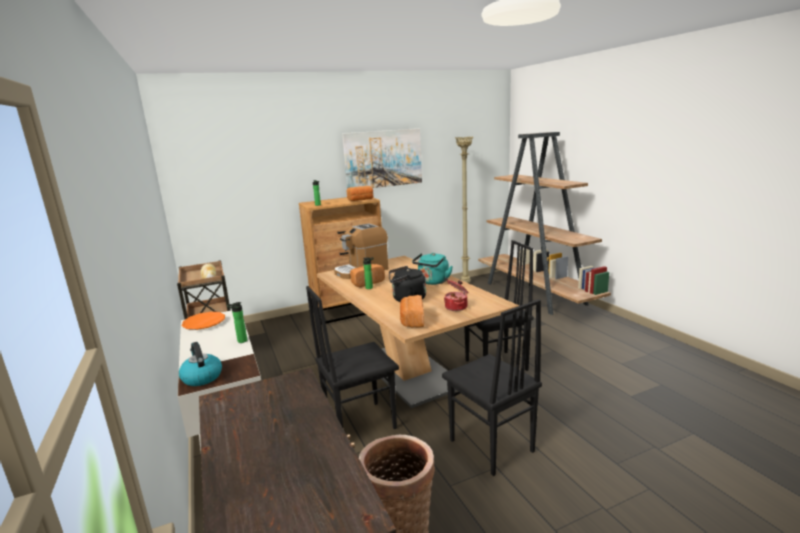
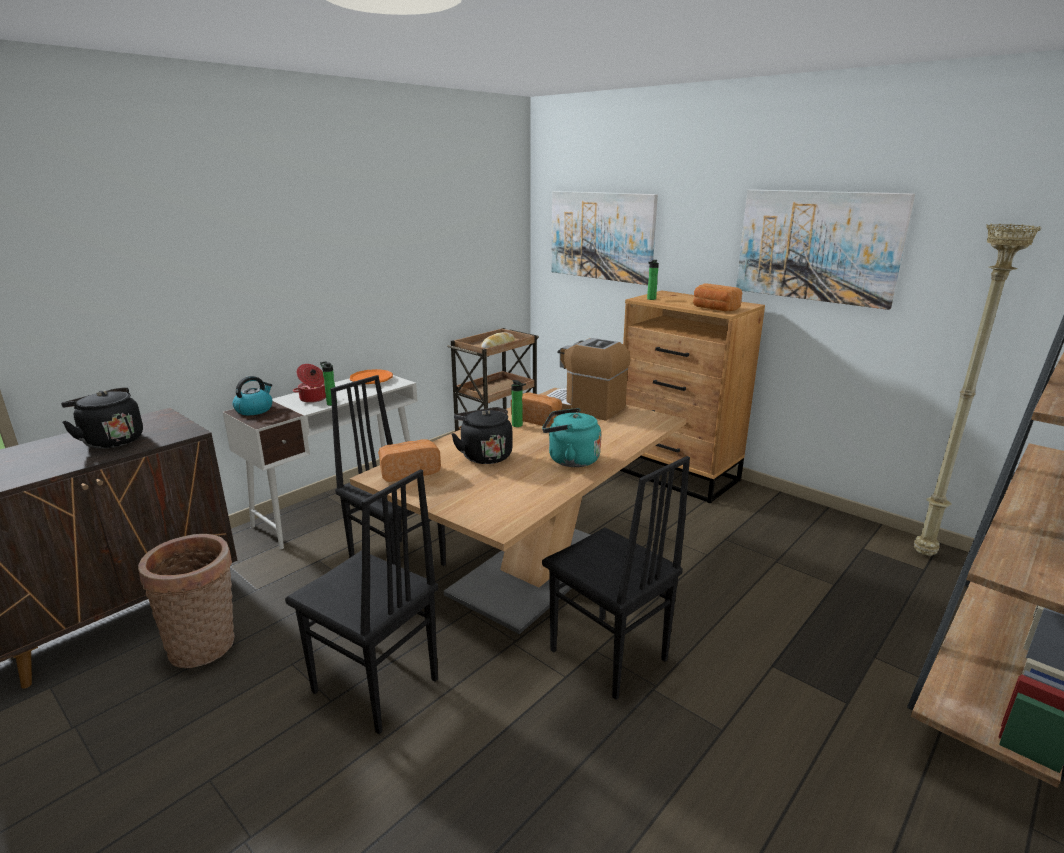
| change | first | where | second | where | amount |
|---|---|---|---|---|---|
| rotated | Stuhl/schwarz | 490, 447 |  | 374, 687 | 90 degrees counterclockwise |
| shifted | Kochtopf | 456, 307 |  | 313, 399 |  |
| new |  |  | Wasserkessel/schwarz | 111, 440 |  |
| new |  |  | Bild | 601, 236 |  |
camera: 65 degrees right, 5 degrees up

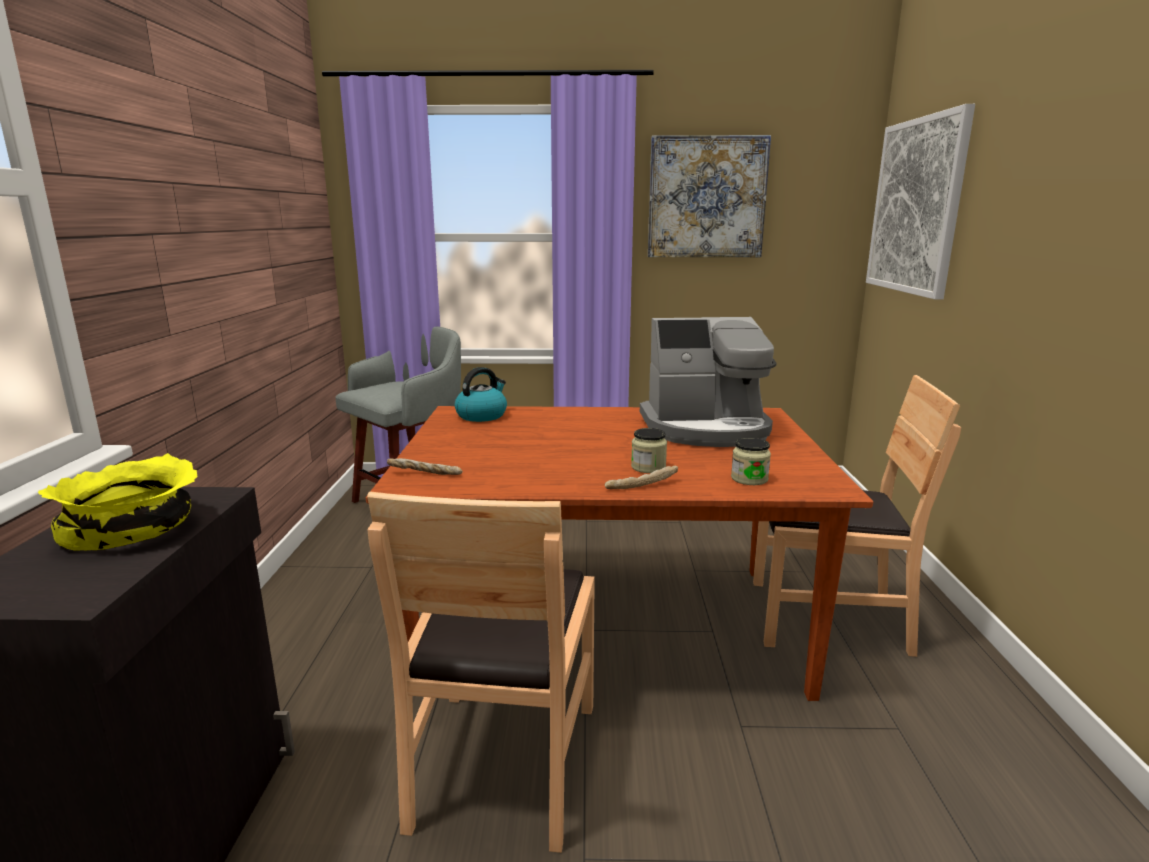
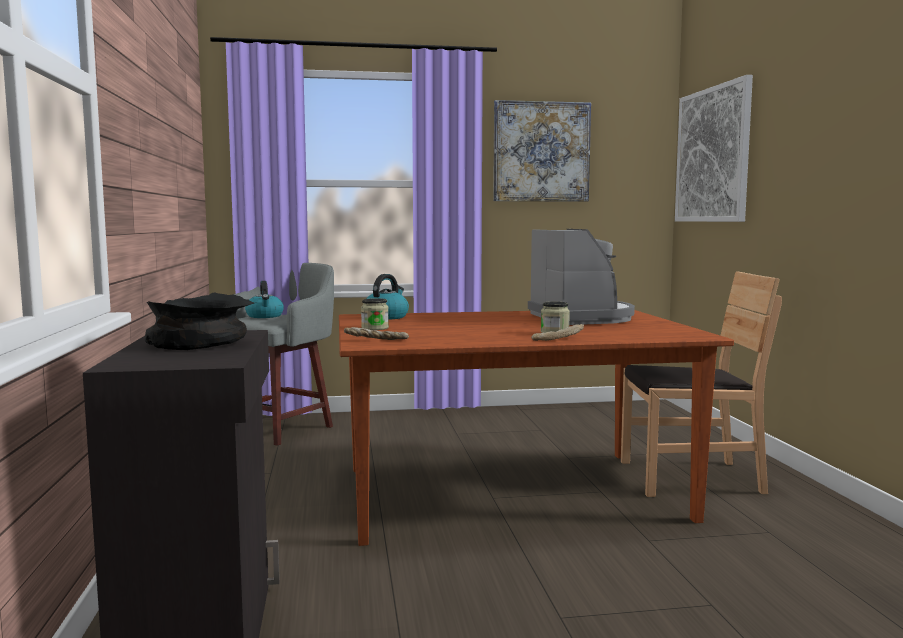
| change | first | where | second | where | amount |
|---|---|---|---|---|---|
| repainted | Schüssel/gelb | 134, 528 | Schüssel/schwarz | 202, 343 |  |
| gone | Stuhl/braun | 503, 761 |  |  |  |
| rotated | Kaffeemaschine | 706, 429 |  | 582, 317 | 90 degrees counterclockwise |
| shifted | Vorratsglas | 749, 479 |  | 375, 328 |  |
| new |  |  | Wasserkessel | 265, 316 |  |
camera: 10 degrees left, 10 degrees down

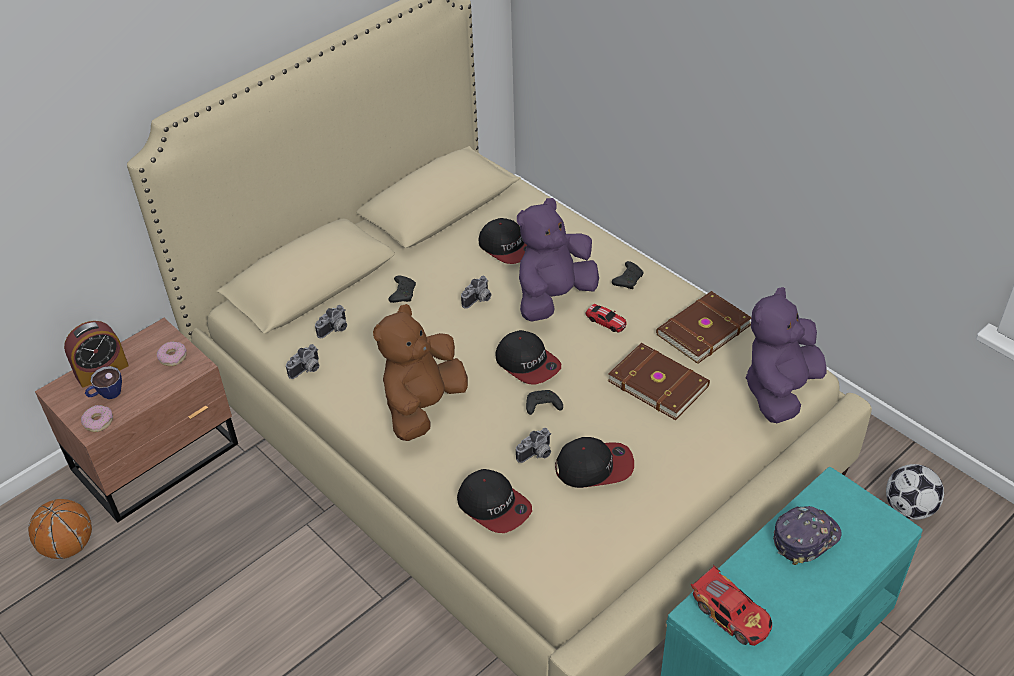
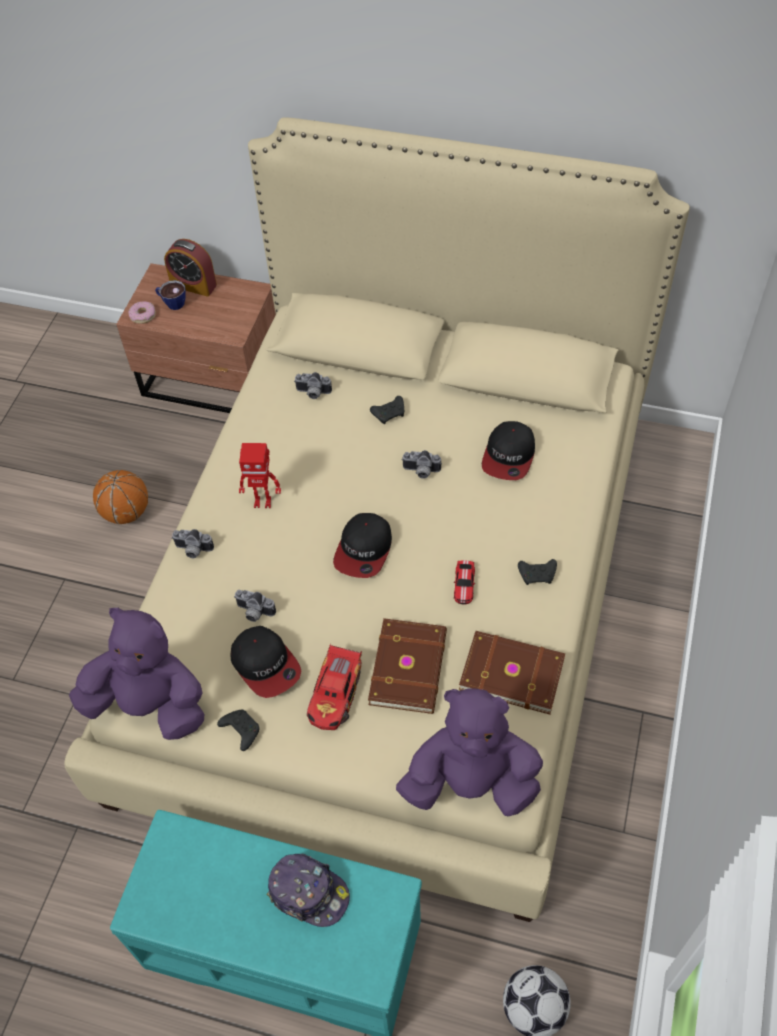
| change | first | where | second | where | amount |
|---|---|---|---|---|---|
| shifted | Basketball | 68, 546 |  | 126, 512 |  |
| gone | Donut | 173, 357 |  |  |  |
| shifted | Kamera | 307, 370 |  | 193, 550 |  |
| swapped | Plüschtier/braun | 423, 407 | Spielzeugroboter | 263, 501 |  |
| gone | Kappe | 494, 506 |  |  |  |
| shifted | Plüschtier/lila | 553, 297 |  | 150, 704 |  |
| shifted | Gamepad/schwarz | 542, 407 |  | 240, 730 |  |
| shifted | Spielzeugauto | 732, 614 |  | 336, 694 |  |
camera: 60 degrees right, 10 degrees up

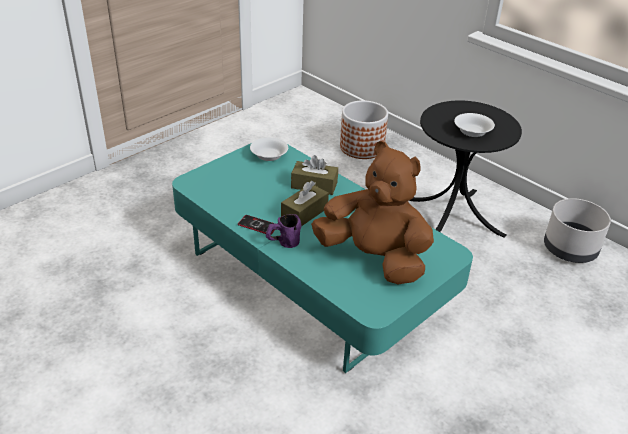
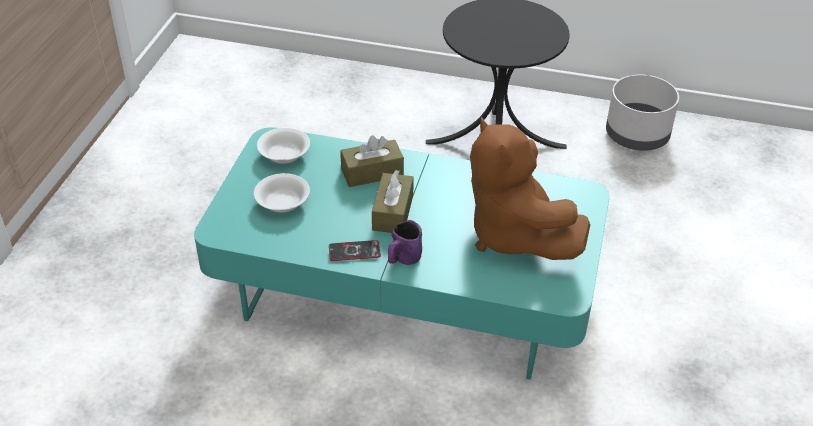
| change | first | where | second | where | amount |
|---|---|---|---|---|---|
| rotated | Plüschtier/braun | 373, 258 |  | 513, 235 | 120 degrees counterclockwise |
| gone | Pflanzkübel | 362, 147 |  |  |  |
| shifted | Schüssel/weiß | 472, 132 |  | 283, 203 |  |
camera: 30 degrees left, 5 degrees up

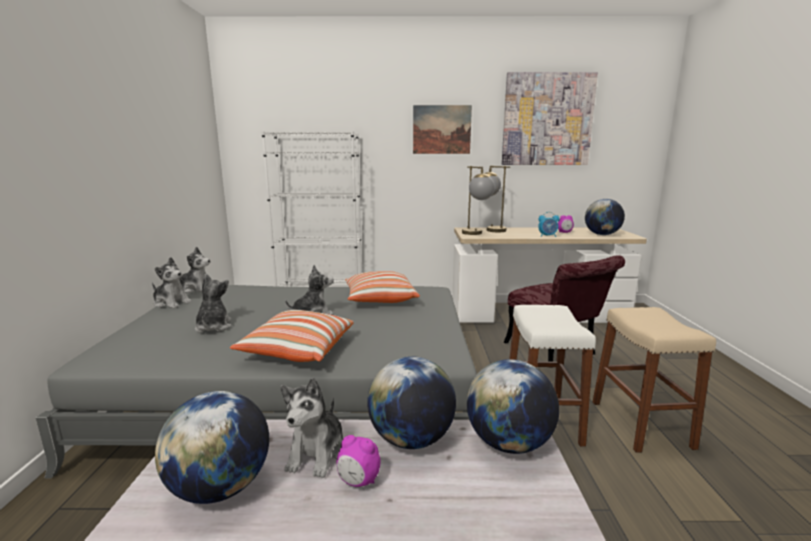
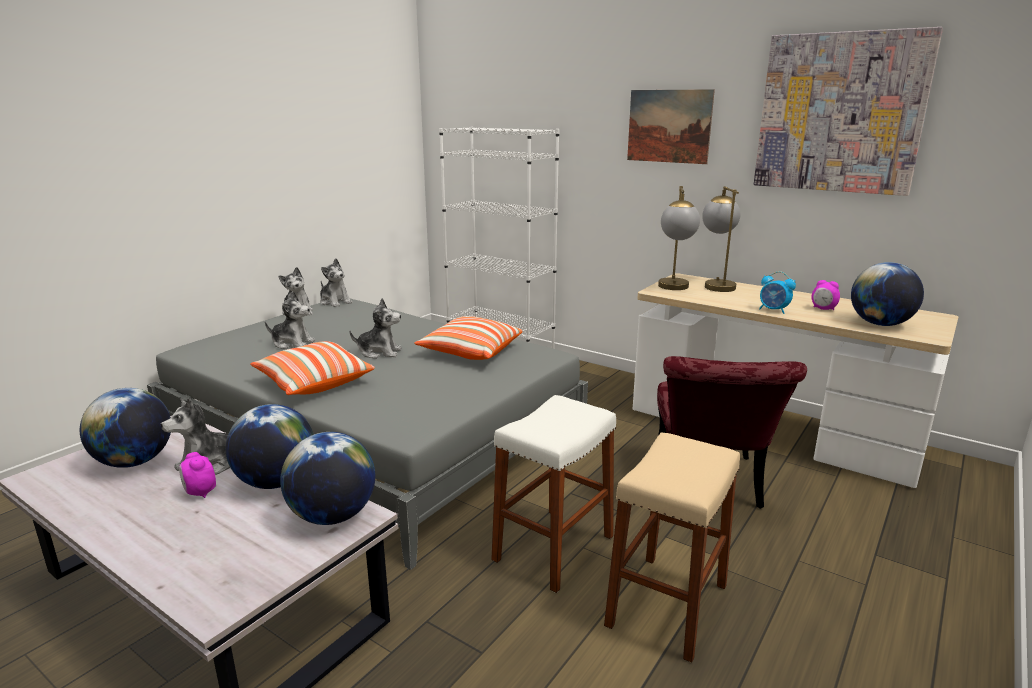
| change | first | where | second | where | amount |
|---|---|---|---|---|---|
| rotated | Plüschtier | 213, 327 |  | 292, 343 | 75 degrees clockwise |
camera: 35 degrees right, 5 degrees up

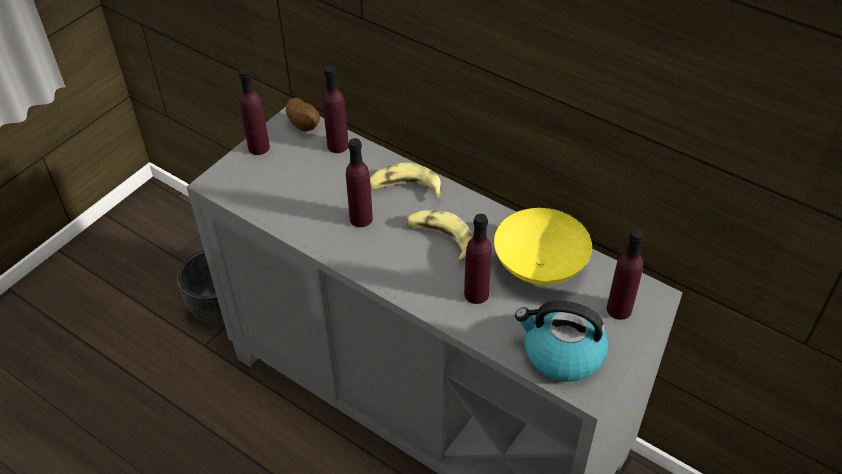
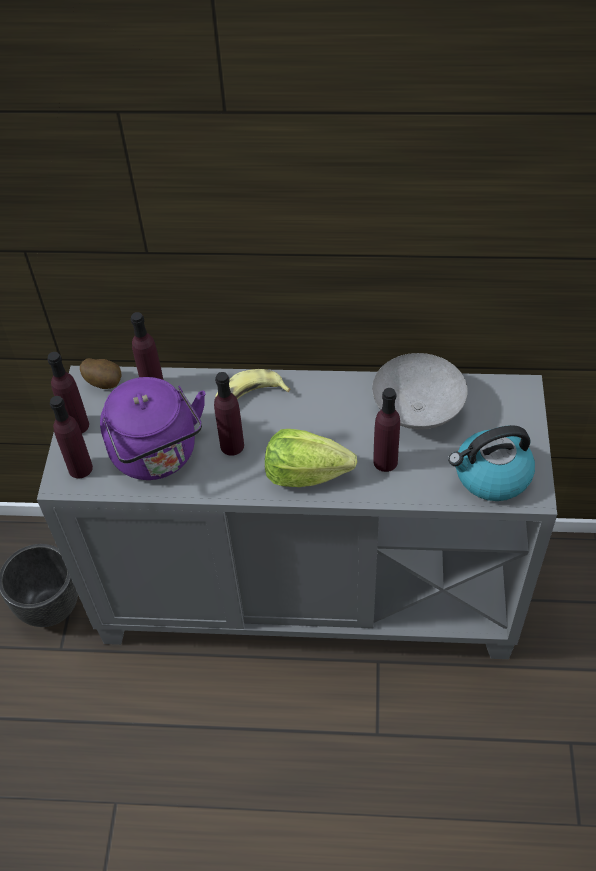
| change | first | where | second | where | amount |
|---|---|---|---|---|---|
| gone | Banane | 440, 238 |  |  |  |
| repainted | Schüssel/gelb | 540, 268 | Schüssel/grau | 419, 411 |  |
| shifted | Flasche/lila | 619, 309 |  | 80, 468 |  |
| new |  |  | Wasserkessel/lila | 158, 456 |  |
| new |  |  | Salatkopf | 305, 473 |  |
camera: 30 degrees left, 5 degrees up

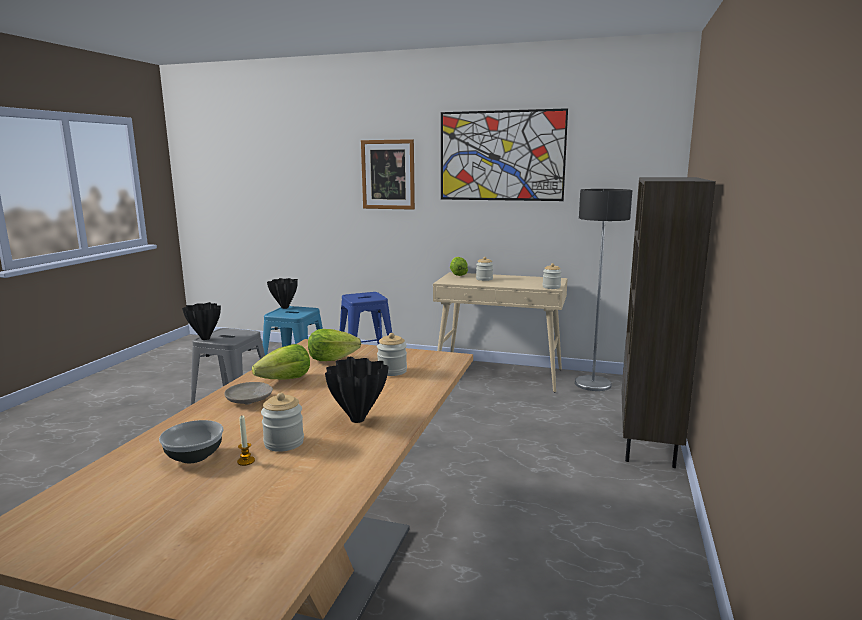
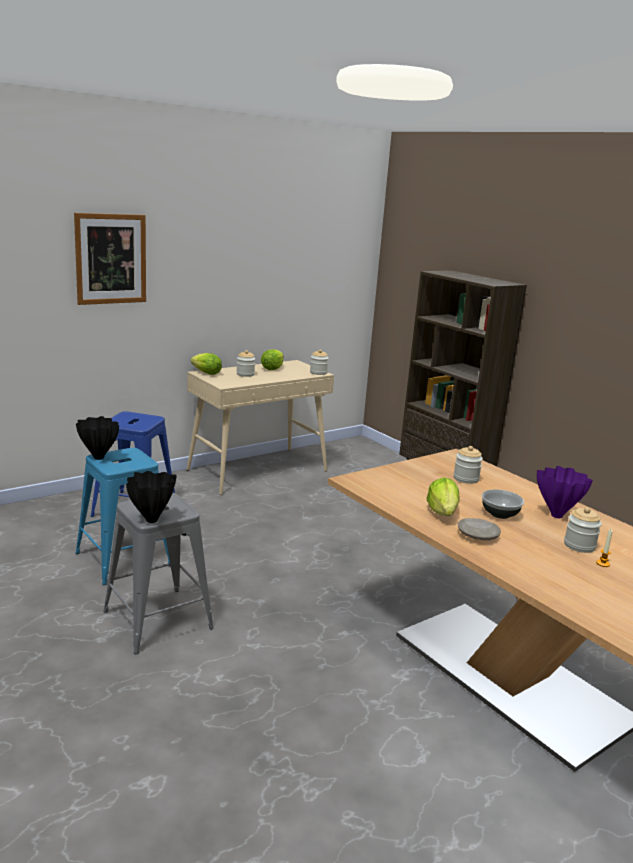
| change | first | where | second | where | amount |
|---|---|---|---|---|---|
| shifted | Schüssel | 194, 456 |  | 499, 514 |  |
| shifted | Salatkopf | 331, 359 |  | 272, 368 |  |
| repainted | Vase/schwarz | 357, 420 | Vase/lila | 557, 516 |  |
| gone | Bild | 501, 156 |  |  |  |
| gone | Stehlampe | 593, 384 |  |  |  |
camera: 55 degrees left, 5 degrees up

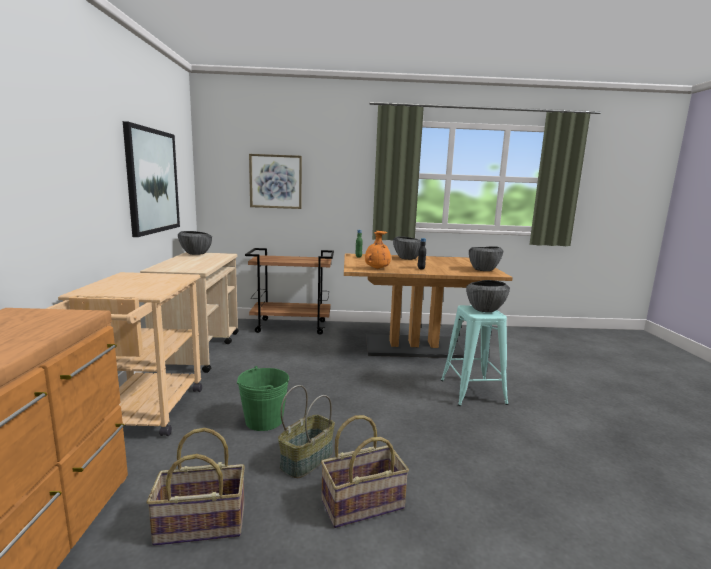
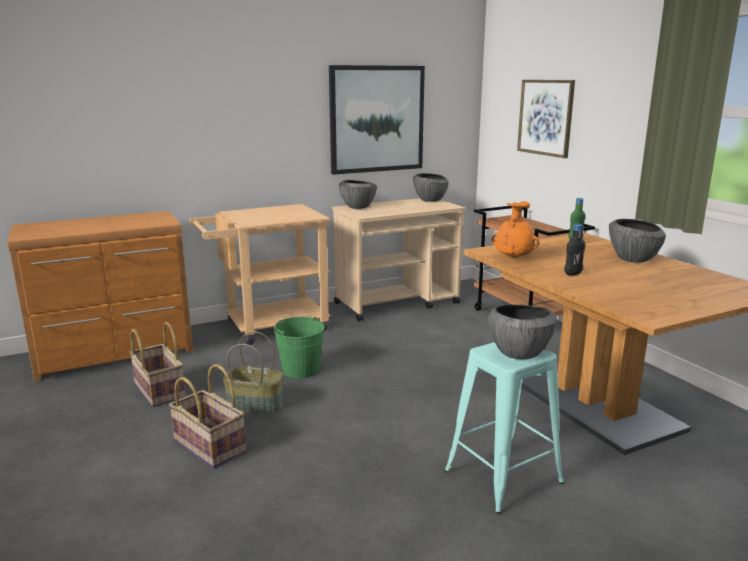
| change | first | where | second | where | amount |
|---|---|---|---|---|---|
| shifted | Schüssel | 483, 270 |  | 358, 207 |  |
camera: 65 degrees right, 5 degrees up

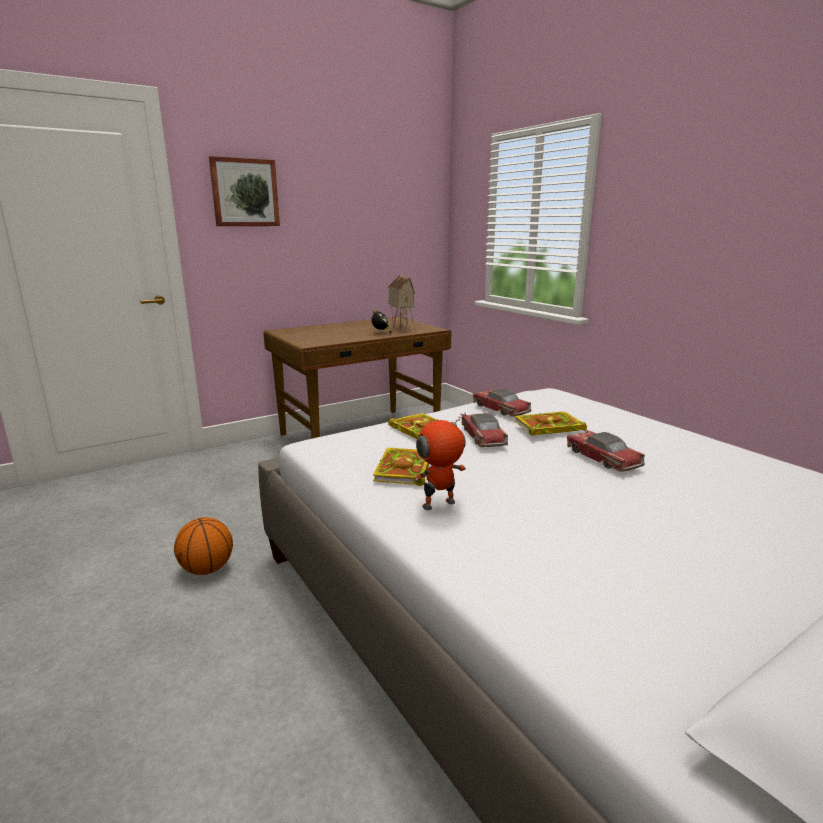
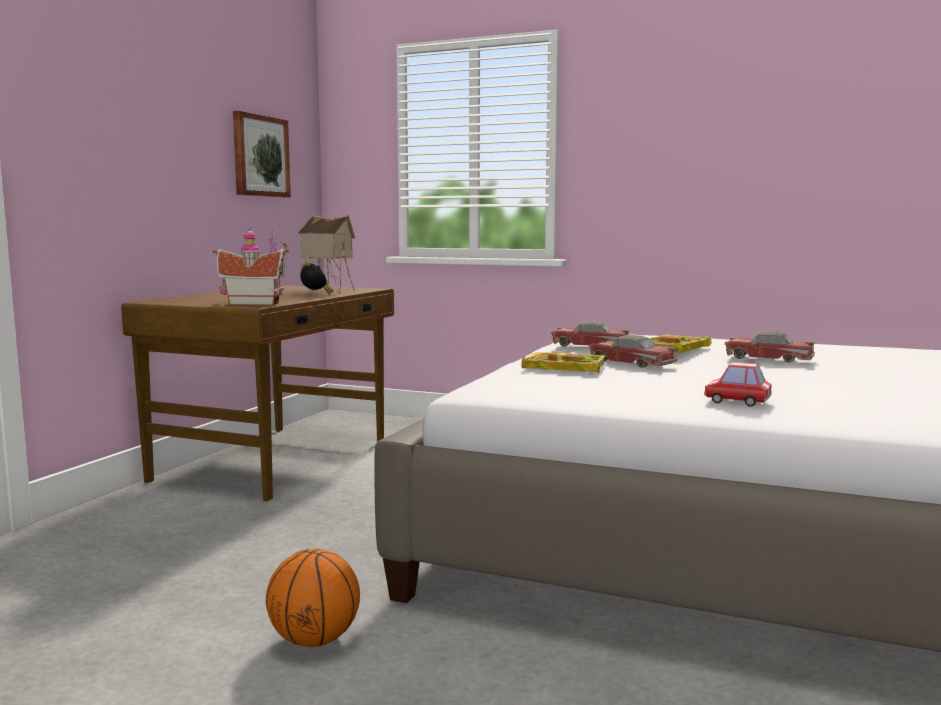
| change | first | where | second | where | amount |
|---|---|---|---|---|---|
| shifted | Bild | 244, 193 |  | 260, 156 |  |
| gone | Buch | 404, 471 |  |  |  |
| swapped | Spielzeugroboter | 439, 505 | Spielzeugauto | 737, 401 |  |
| new |  |  | Spielzeughaus | 254, 303 |  |
camera: 35 degrees left, 10 degrees down

